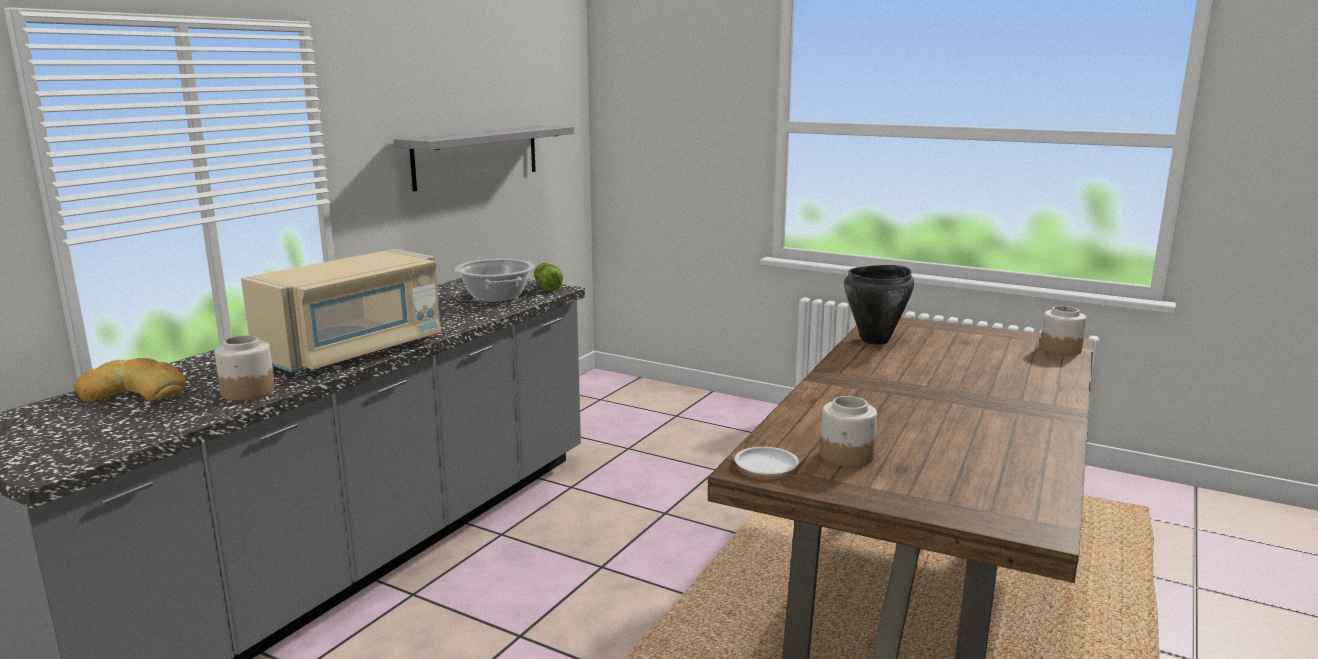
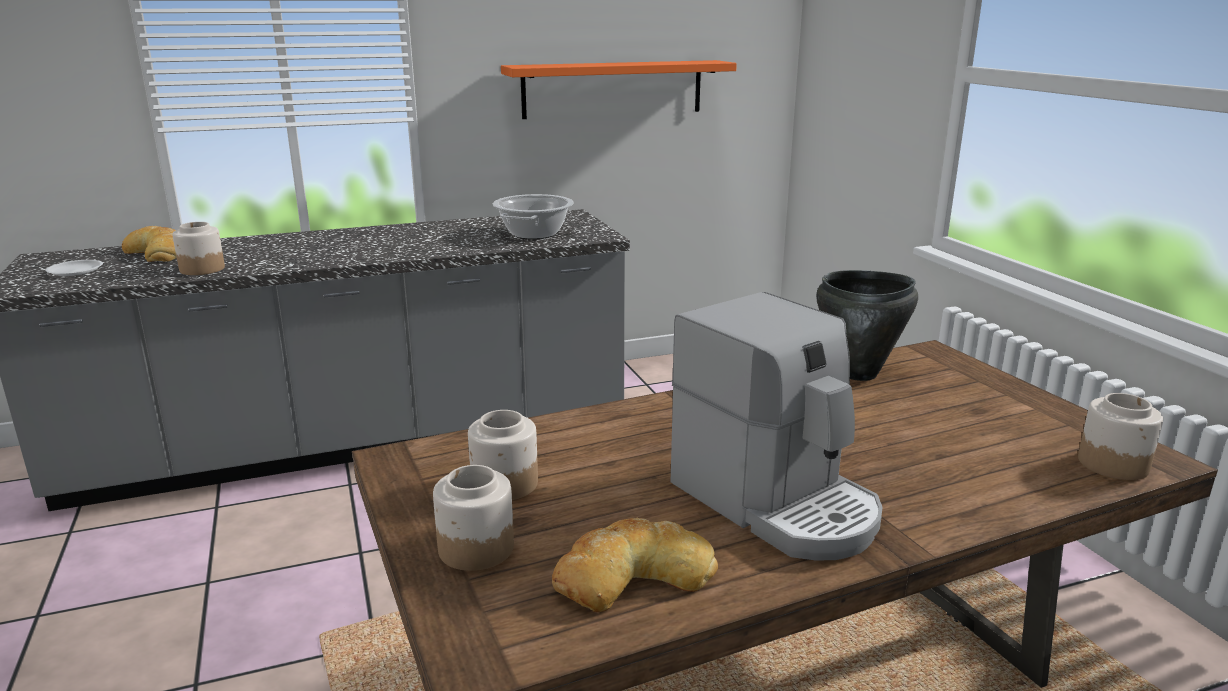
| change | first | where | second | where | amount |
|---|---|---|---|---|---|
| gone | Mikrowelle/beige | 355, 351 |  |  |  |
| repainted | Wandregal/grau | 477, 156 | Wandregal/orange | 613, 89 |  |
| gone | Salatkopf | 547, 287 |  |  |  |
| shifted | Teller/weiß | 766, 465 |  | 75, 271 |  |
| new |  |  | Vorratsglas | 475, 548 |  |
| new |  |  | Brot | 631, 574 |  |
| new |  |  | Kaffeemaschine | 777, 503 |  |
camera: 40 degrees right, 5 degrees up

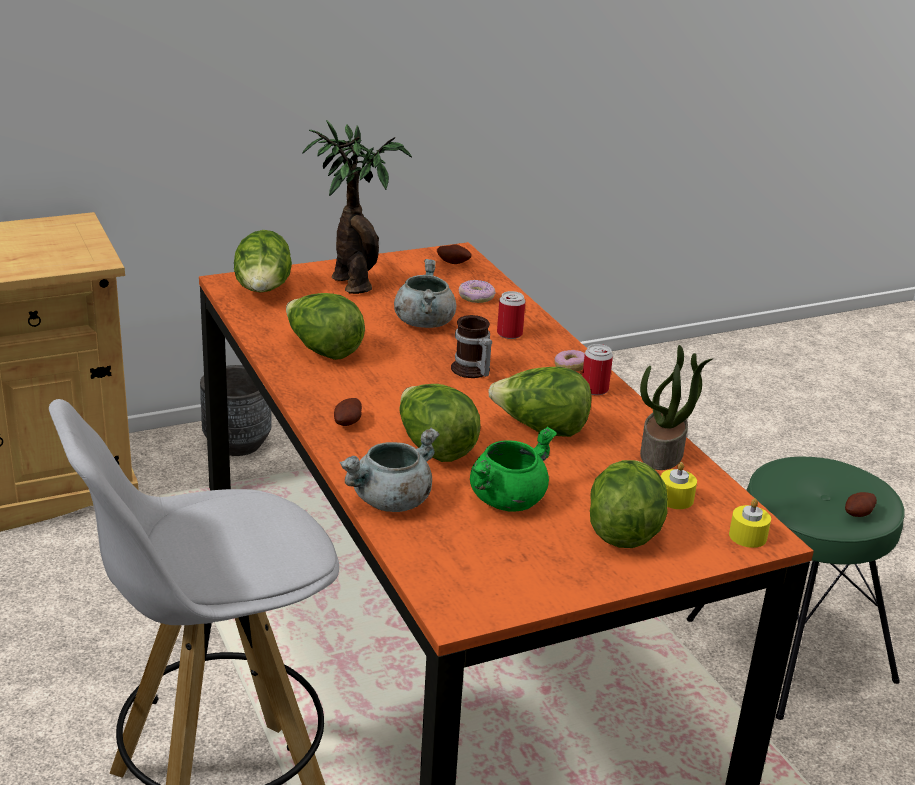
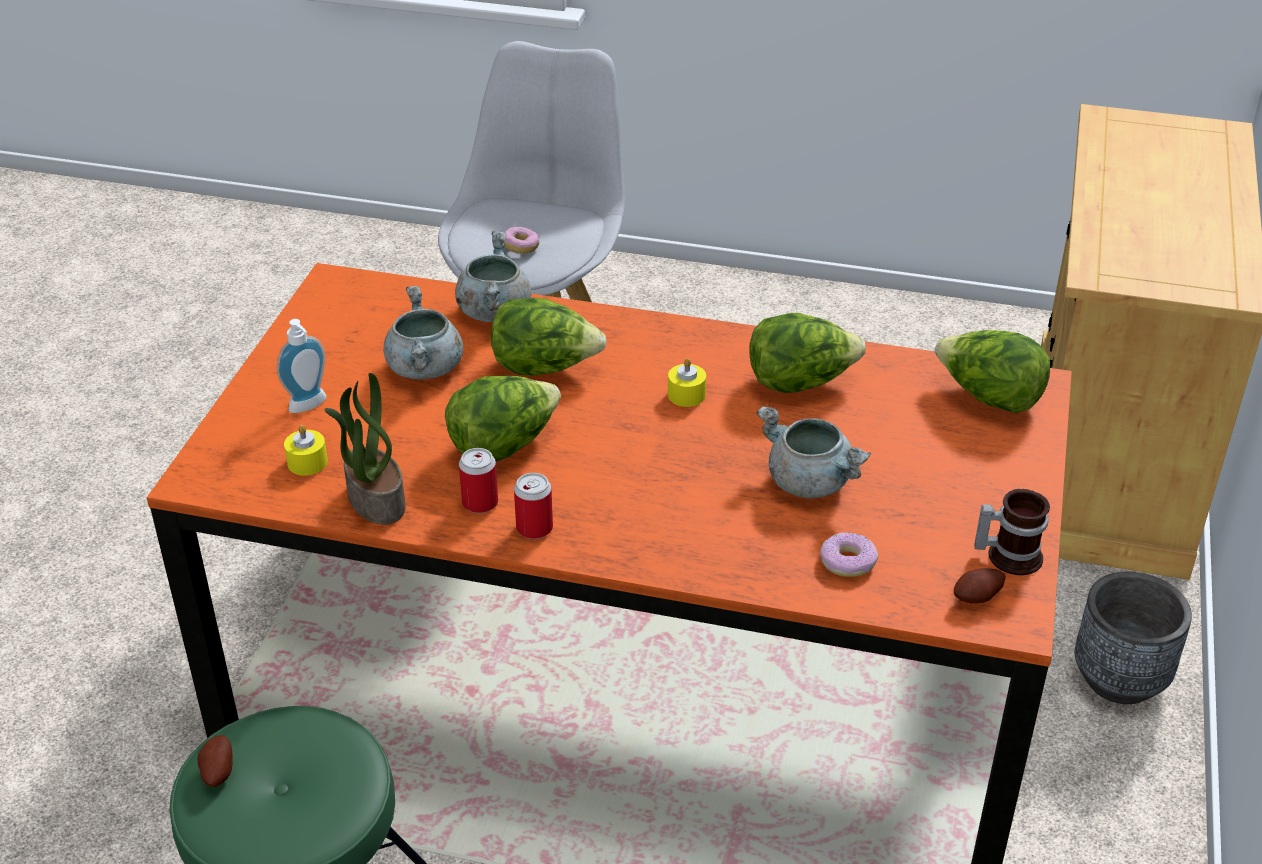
| change | first | where | second | where | amount |
|---|---|---|---|---|---|
| gone | Topfpflanze | 352, 282 |  |  |  |
| gone | Kartoffel | 348, 423 |  |  |  |
| shifted | Henkelbecher | 471, 371 |  | 1009, 554 |  |
| repainted | Kochtopf/grün | 507, 499 | Kochtopf/grau | 425, 369 |  |
| shifted | Dose | 509, 334 |  | 480, 502 |  |
| shifted | Donut | 570, 368 |  | 521, 247 |  |
| swapped | Salatkopf | 624, 530 | Seifenspender | 310, 406 |  |
| shifted | Kerze/gelb | 747, 536 |  | 686, 395 |  |
camera: 130 degrees right, 10 degrees up

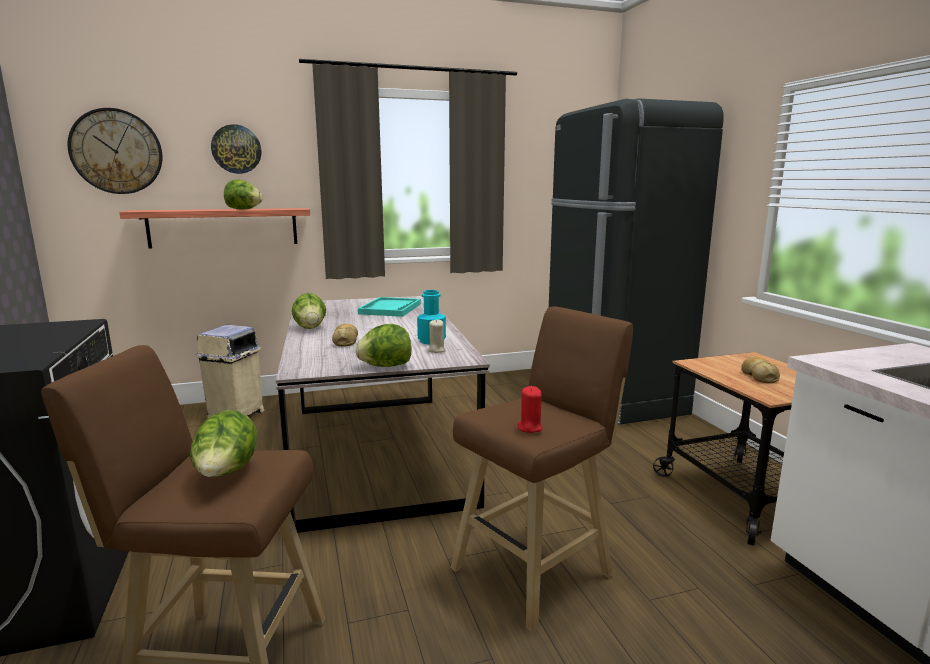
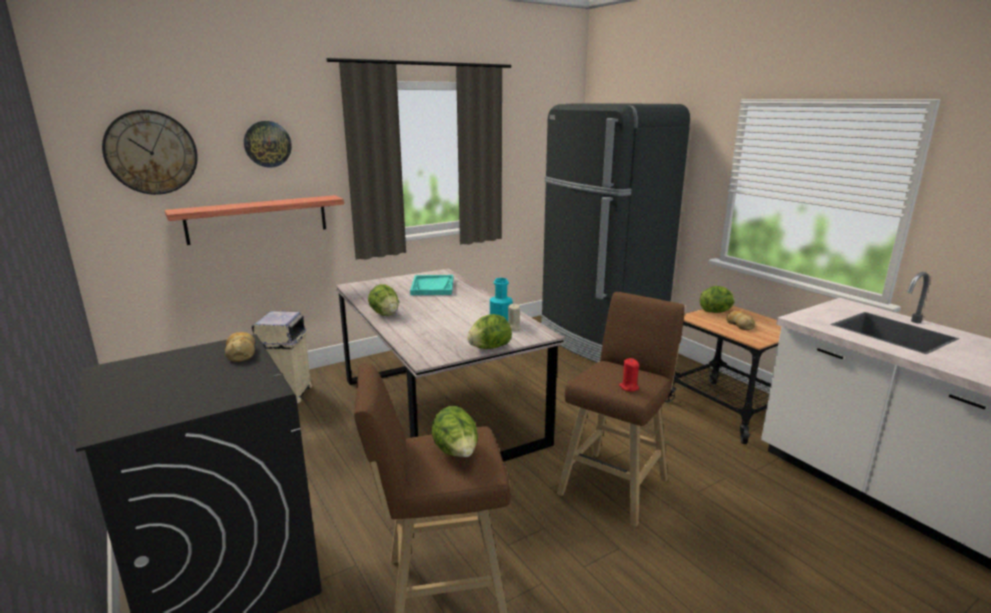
| change | first | where | second | where | amount |
|---|---|---|---|---|---|
| shifted | Salatkopf | 243, 209 |  | 716, 312 |  |
| shifted | Brot | 345, 341 |  | 241, 353 |  |
camera: 15 degrees left, 5 degrees up

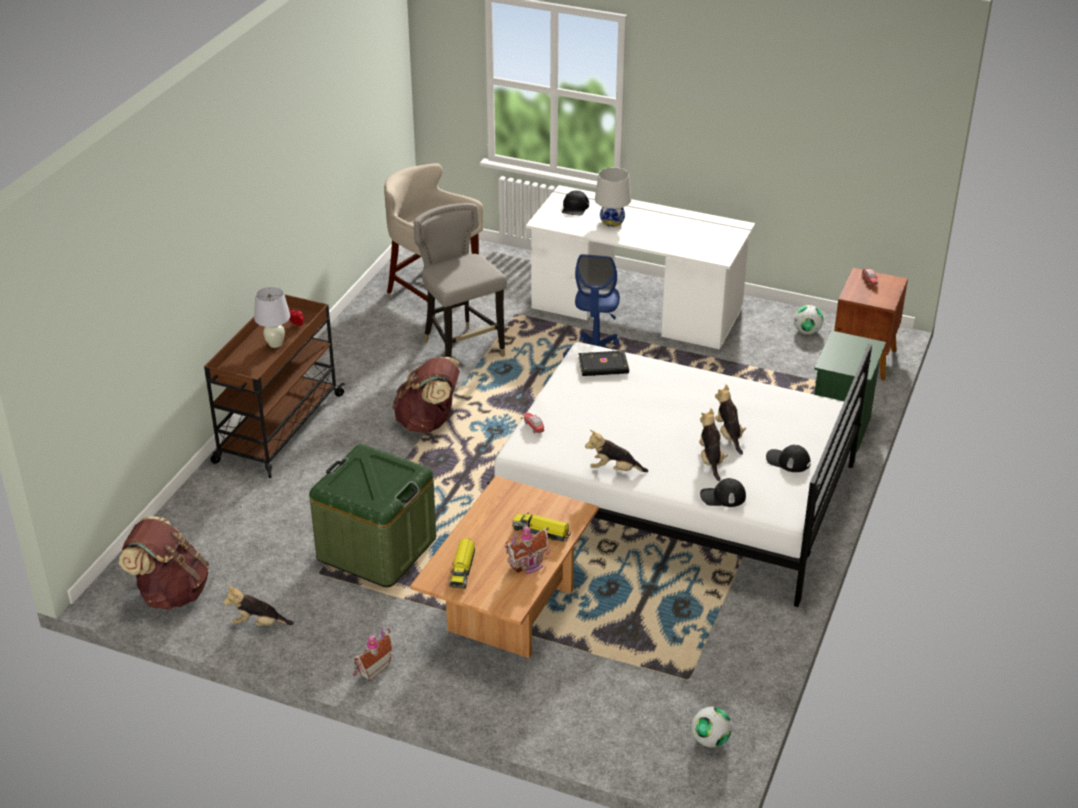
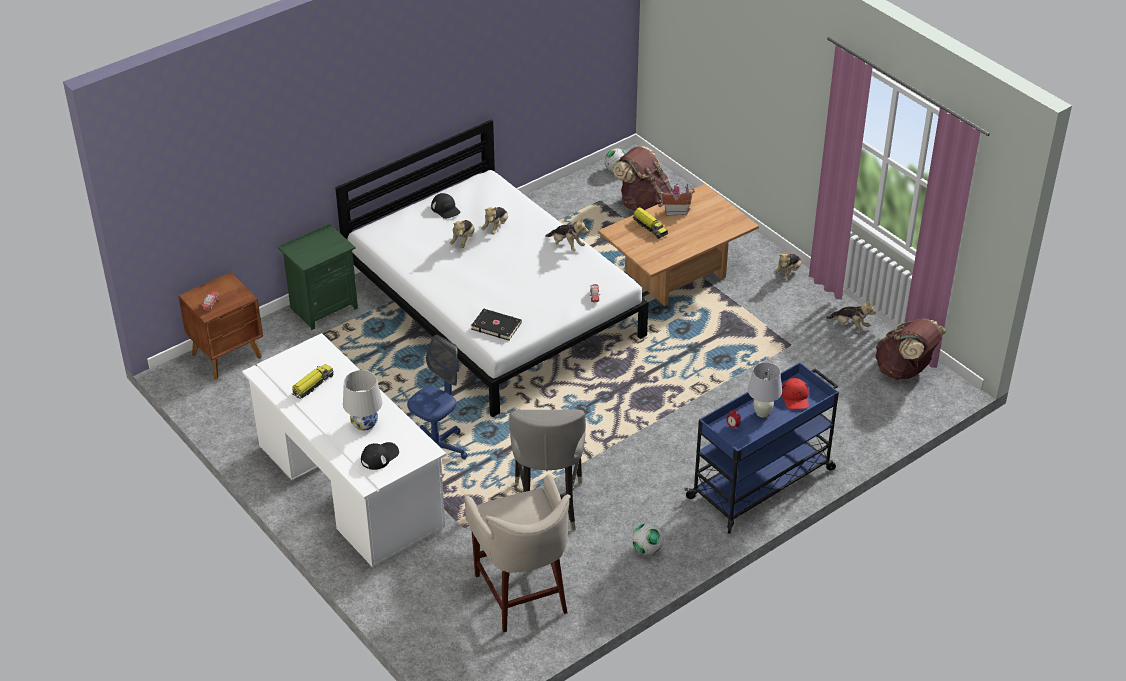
| change | first | where | second | where | amount |
|---|---|---|---|---|---|
| repainted | Rollwagen/braun | 278, 429 | Rollwagen/blau | 762, 483 |  |
| gone | Aufbewahrungsbox/grün | 376, 548 |  |  |  |
| swapped | Spielzeughaus | 372, 668 | Plüschtier | 788, 273 |  |
| shifted | Rucksack/braun | 429, 422 |  | 643, 203 |  |
| shifted | Spielzeuglaster | 462, 569 |  | 312, 385 |  |
| gone | Kappe/schwarz | 722, 497 |  |  |  |
| shifted | Fußball | 807, 331 |  | 647, 549 |  |
| new |  |  | Kappe/rot | 795, 397 |  |
camera: 150 degrees left, 5 degrees up

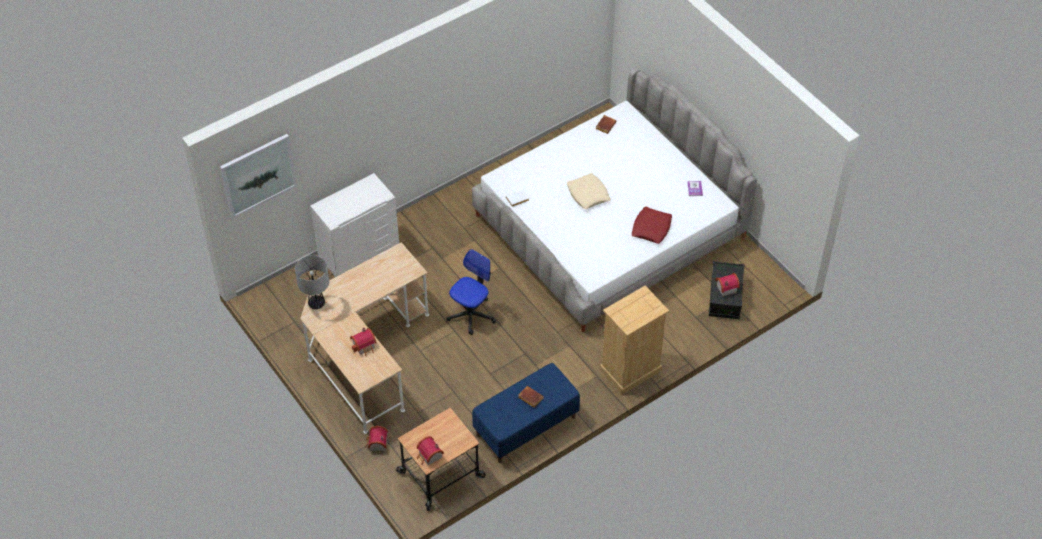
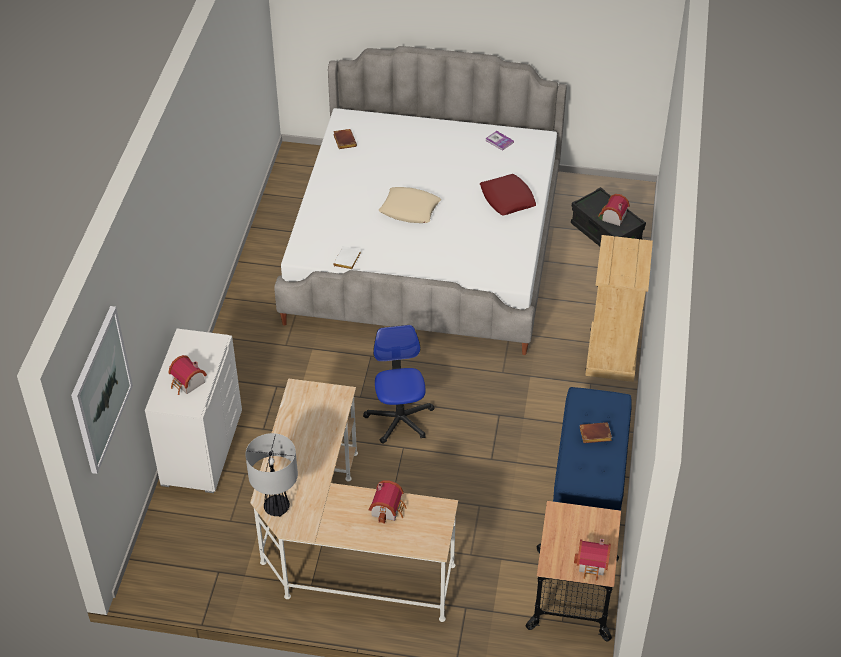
| change | first | where | second | where | amount |
|---|---|---|---|---|---|
| shifted | Spielzeughaus | 377, 444 |  | 188, 383 |  |
camera: 45 degrees left, 5 degrees down

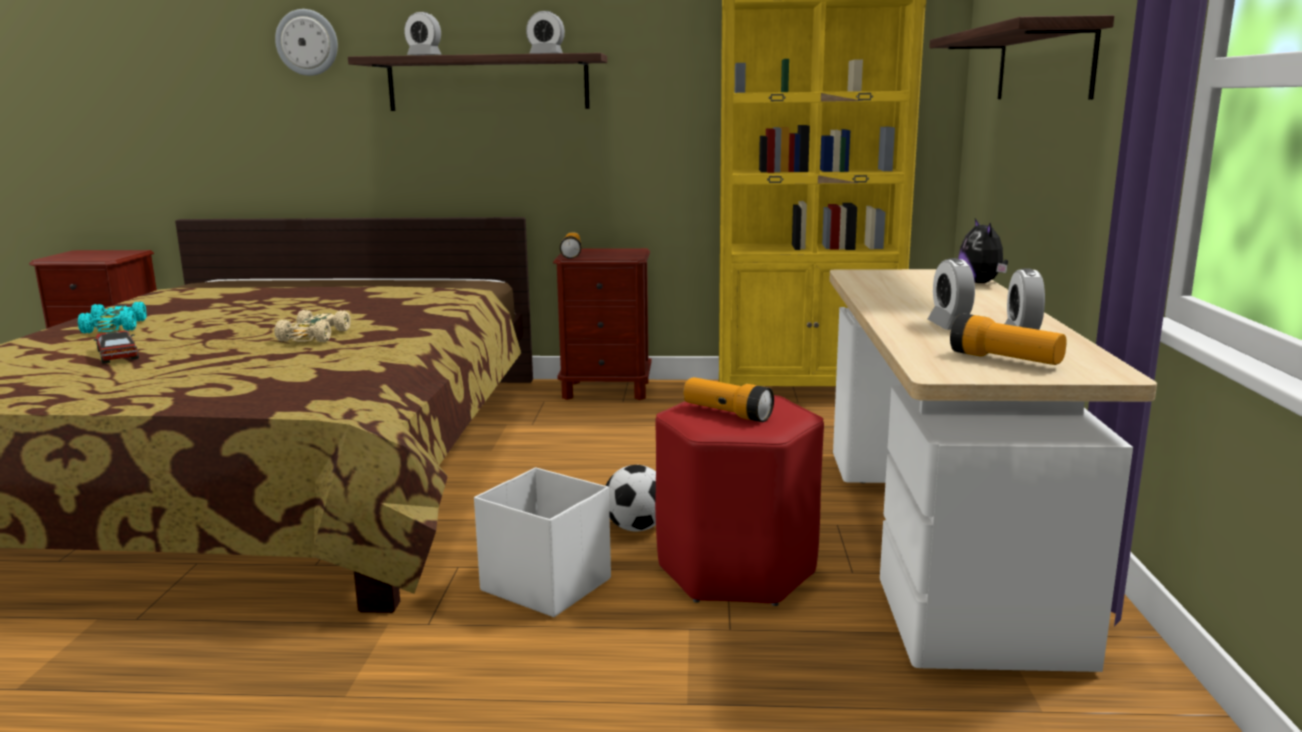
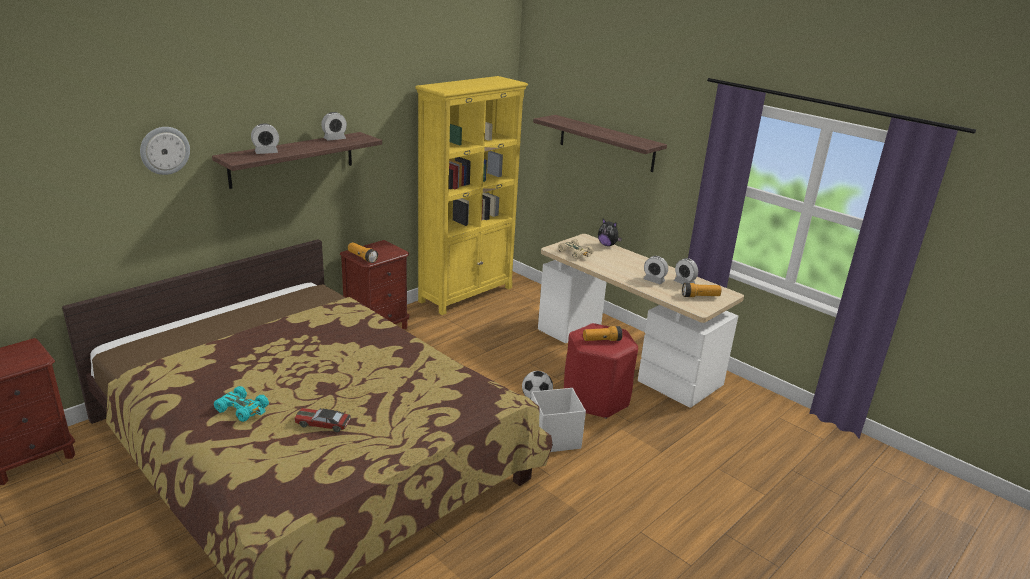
| change | first | where | second | where | amount |
|---|---|---|---|---|---|
| shifted | Spielzeugauto/beige | 314, 336 |  | 575, 253 |  |
camera: 50 degrees left, 10 degrees up

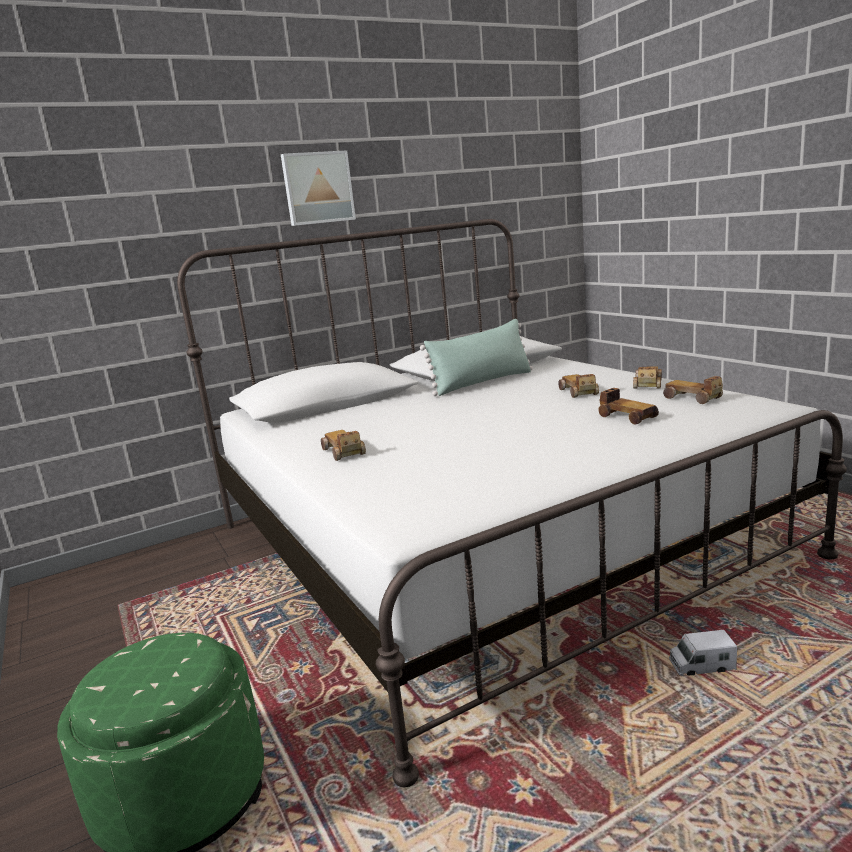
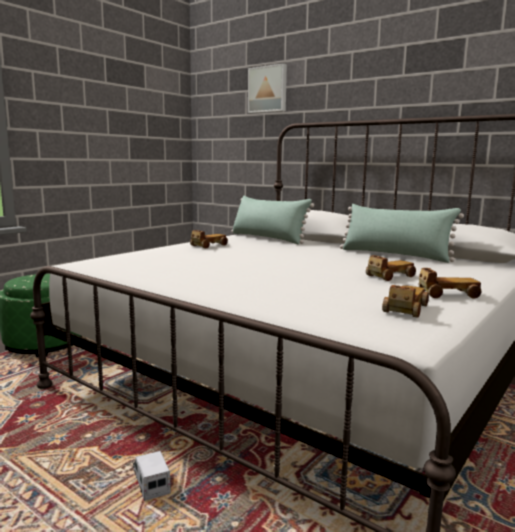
| change | first | where | second | where | amount |
|---|---|---|---|---|---|
| shifted | Bild | 317, 188 |  | 268, 89 |  |
| gone | Spielzeugauto | 627, 417 |  |  |  |
| new |  |  | Kissen/grün | 268, 238 |  |
camera: 65 degrees right, 5 degrees down

